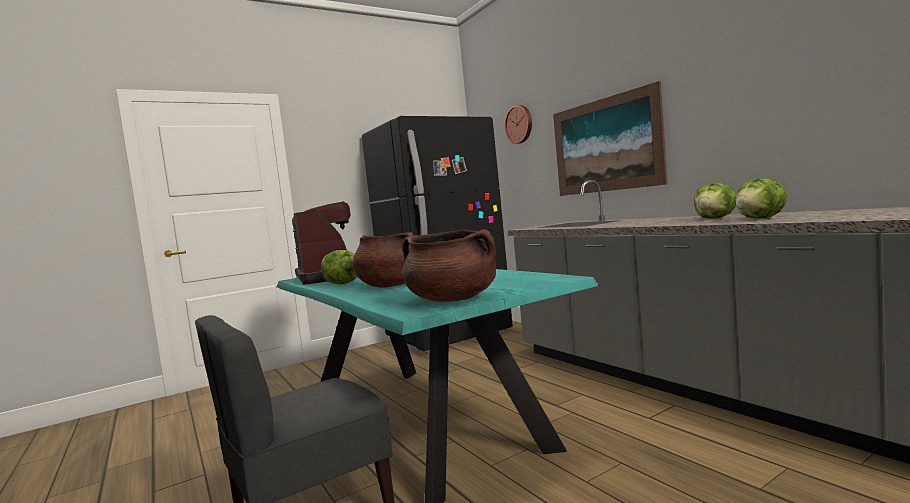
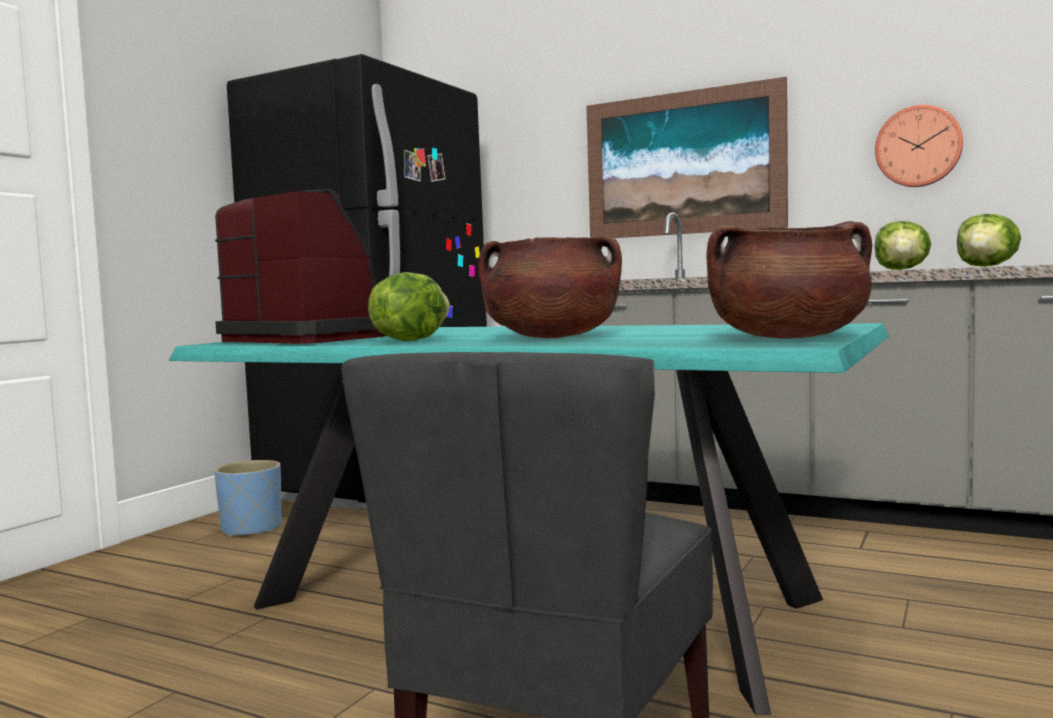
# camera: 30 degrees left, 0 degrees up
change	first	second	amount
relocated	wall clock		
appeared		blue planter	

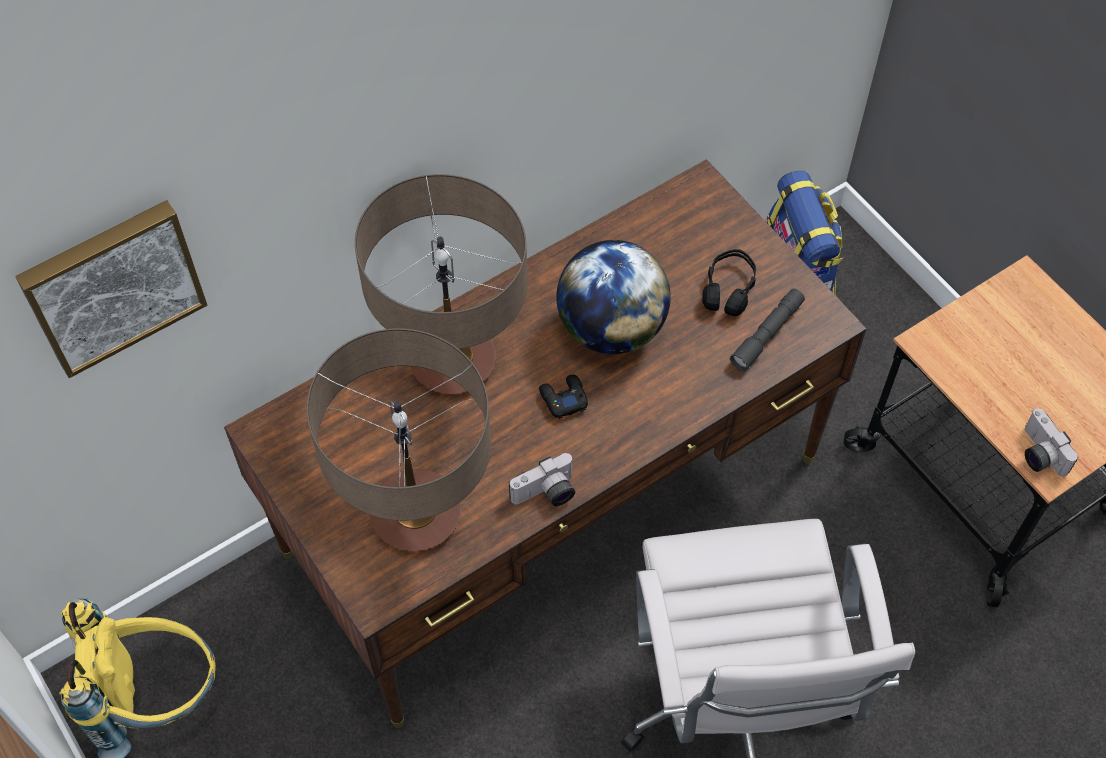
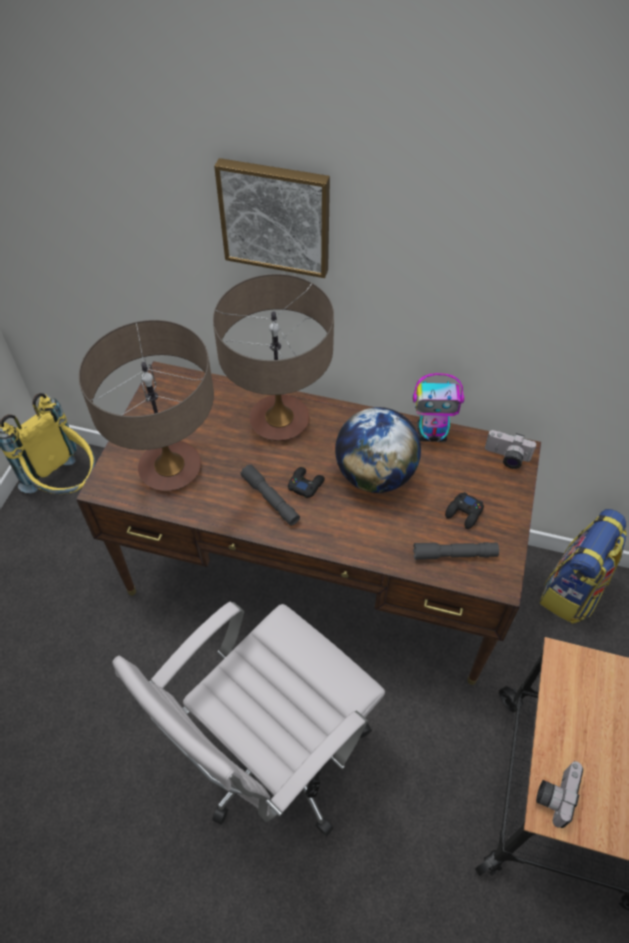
# camera: 50 degrees right, 5 degrees down
change	first	second	amount
relocated	picture		
relocated	photo camera (no. 1 from left)		
exchanged	black headphones	black game controller (no. 2 from left)	
appeared		grey flashlight (no. 1 from left)	
appeared		toy robot	

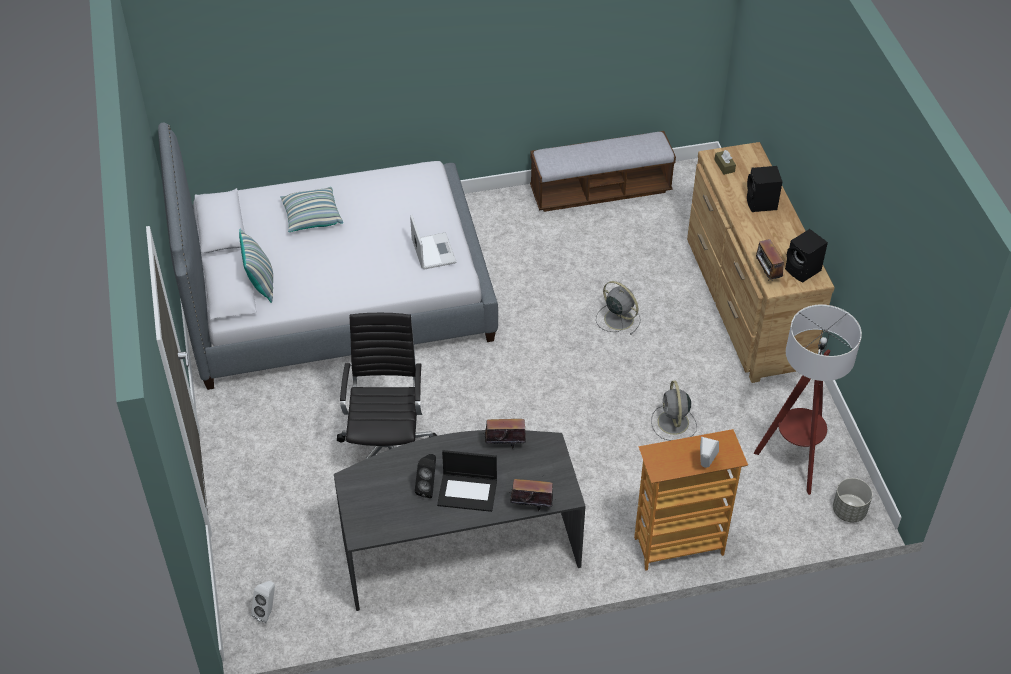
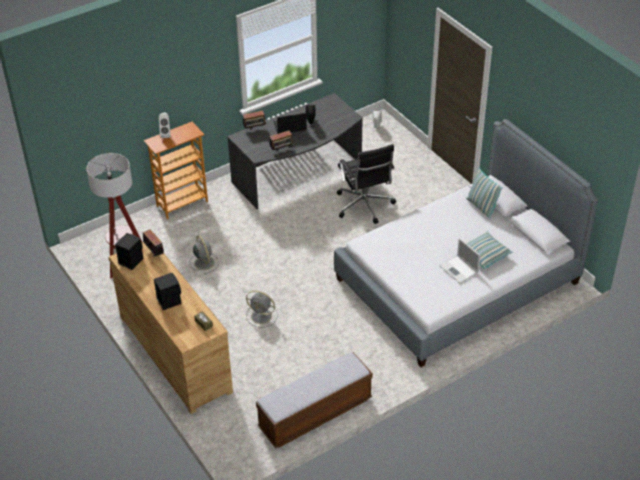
# camera: 160 degrees right, 5 degrees down
change	first	second	amount
relocated	laptop (no. 1 from left in the first image)	laptop (no. 2 from left)	
missing	grey planter		

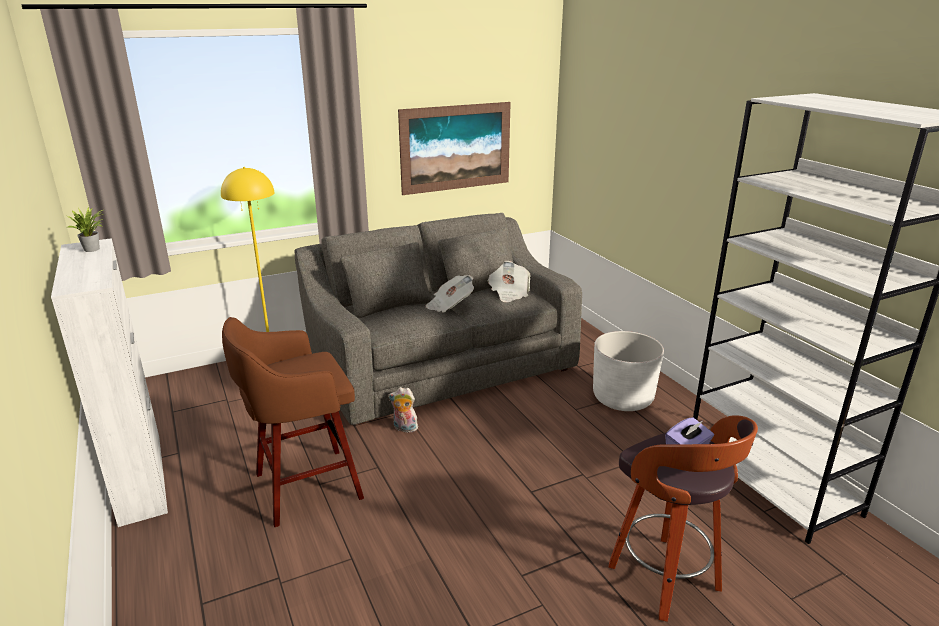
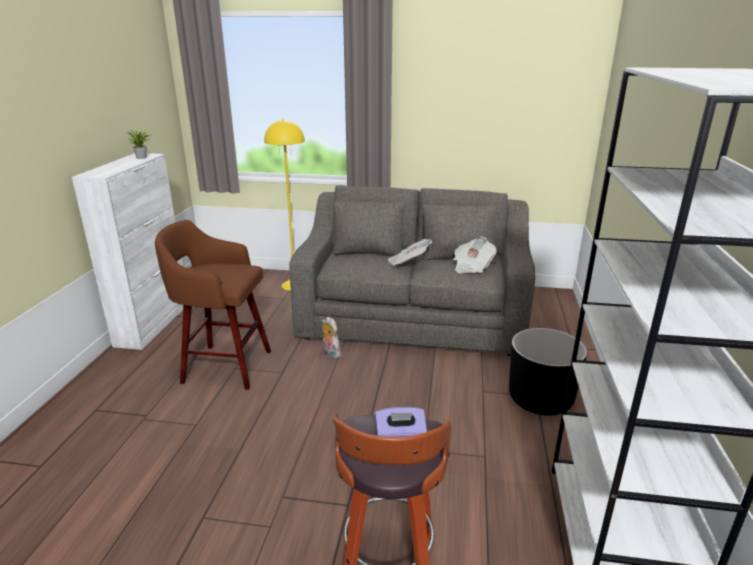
# camera: 35 degrees right, 0 degrees up
change	first	second	amount
missing	picture		
colour	white planter	black planter	

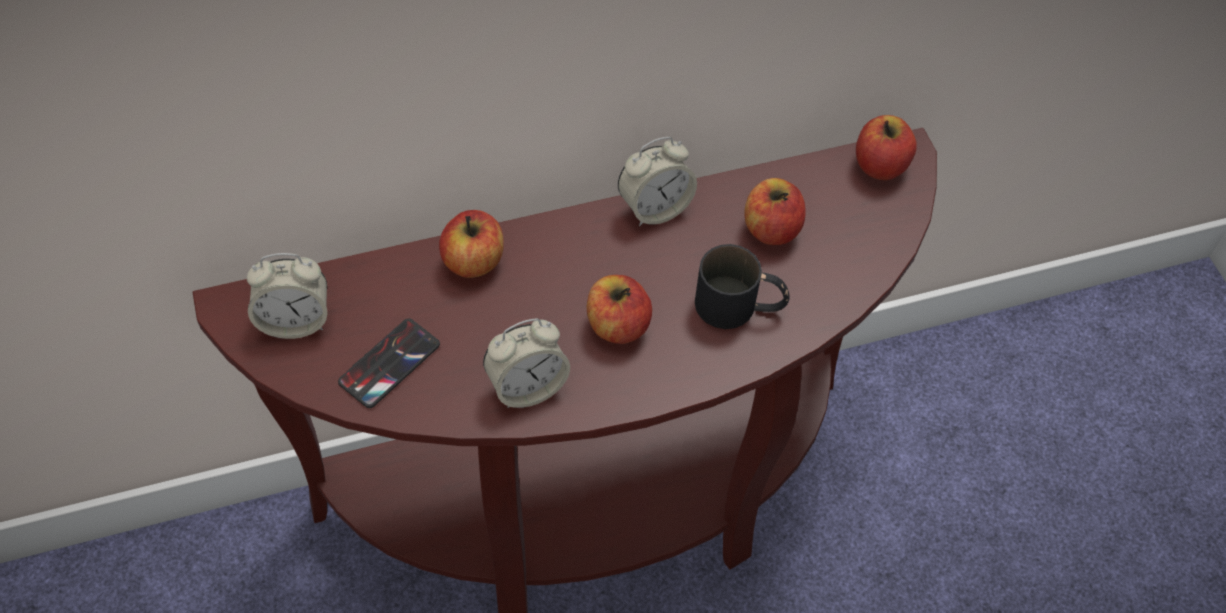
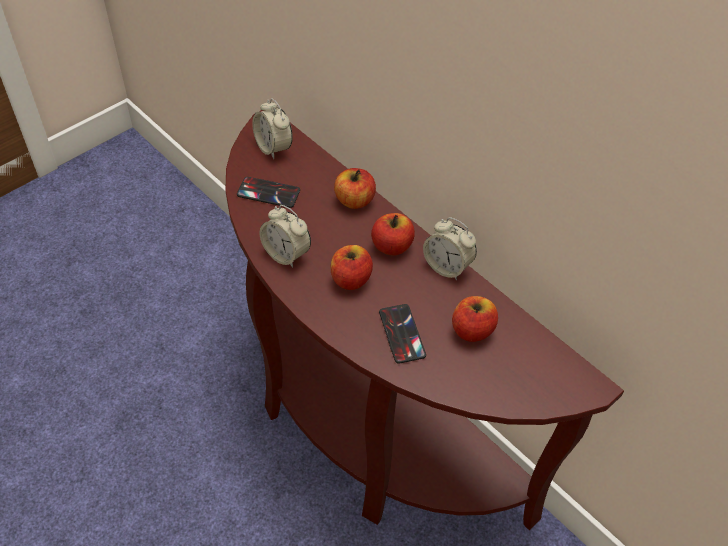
# camera: 65 degrees right, 5 degrees down
change	first	second	amount
exchanged	black mug	phone (no. 2 from left)	
relocated	apple (no. 4 from left in the first image)	apple (no. 3 from left)	

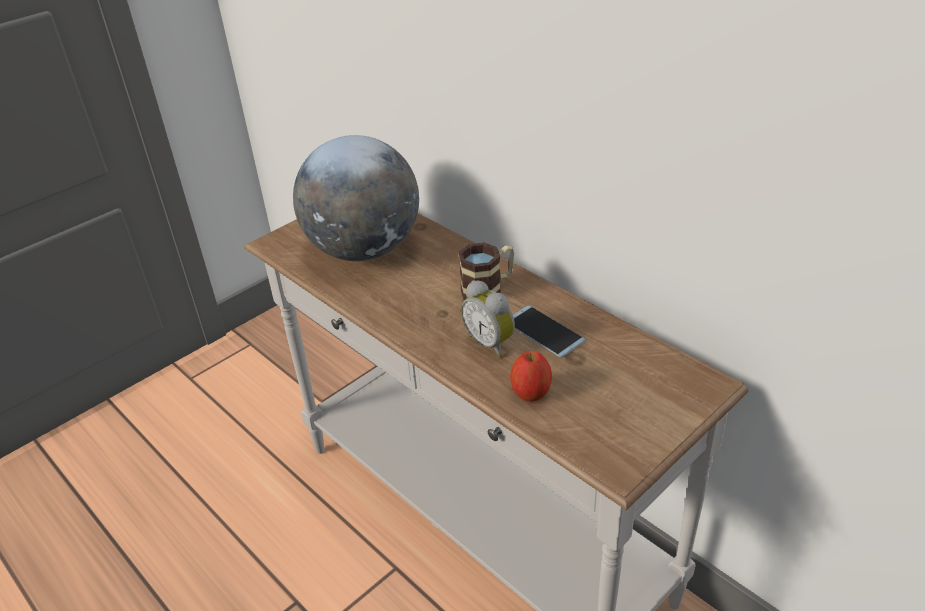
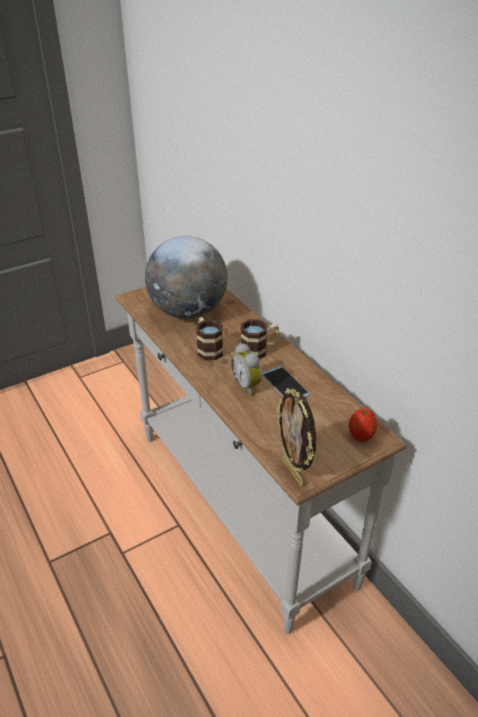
# camera: 10 degrees right, 0 degrees up
change	first	second	amount
relocated	apple		
appeared		mug (no. 1 from left)	
appeared		picture frame	

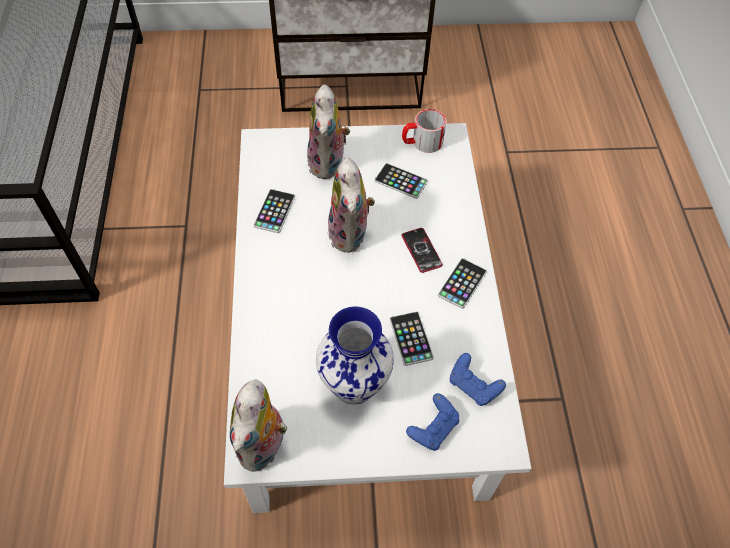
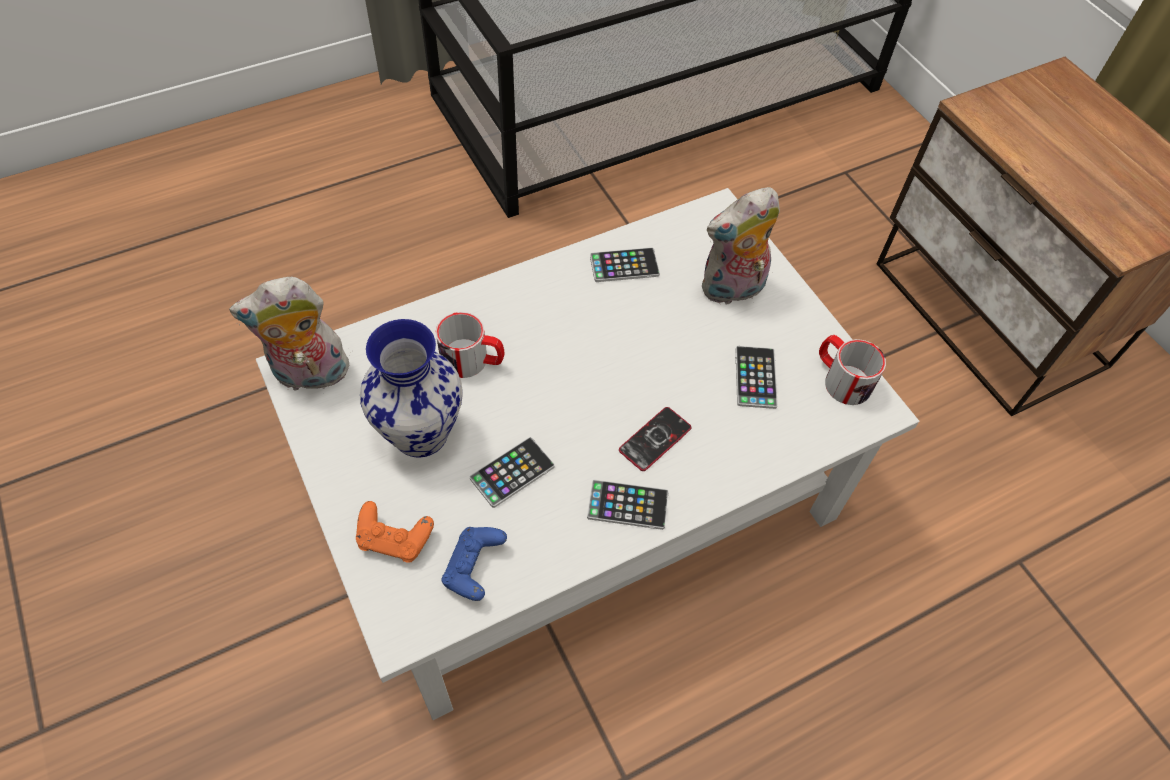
# camera: 65 degrees right, 0 degrees up
change	first	second	amount
missing	plush toy (no. 3 from left)		
colour	blue game controller (no. 1 from left)	orange game controller	
appeared		mug (no. 1 from left)	

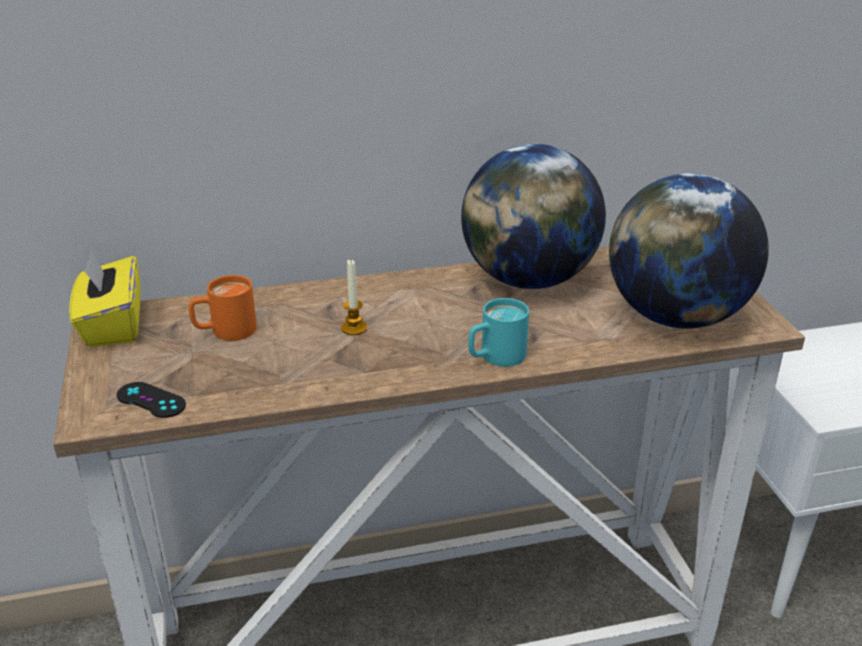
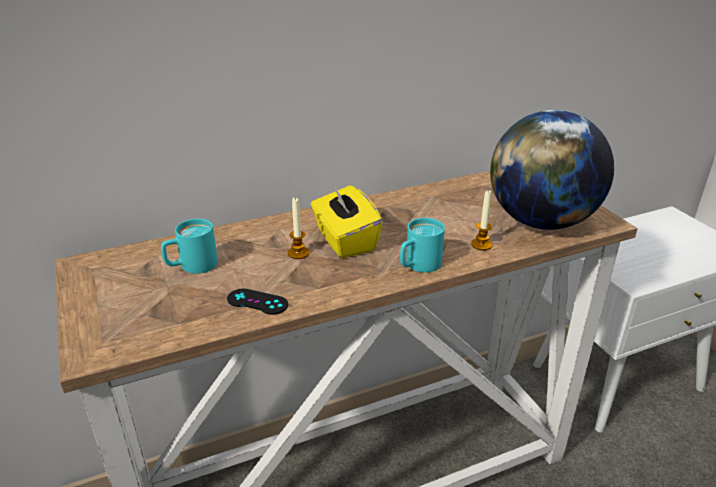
# camera: 10 degrees left, 0 degrees up
change	first	second	amount
relocated	yellow tissue box		
relocated	black game controller		
colour	orange mug	turquoise mug (no. 1 from left)	
missing	globe (no. 1 from left)		
appeared		candle (no. 2 from left)	

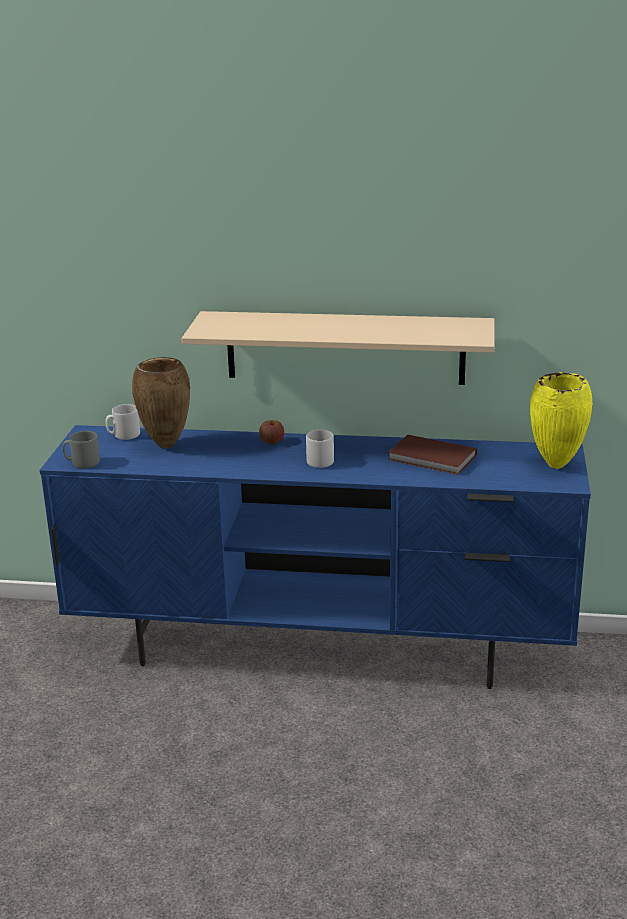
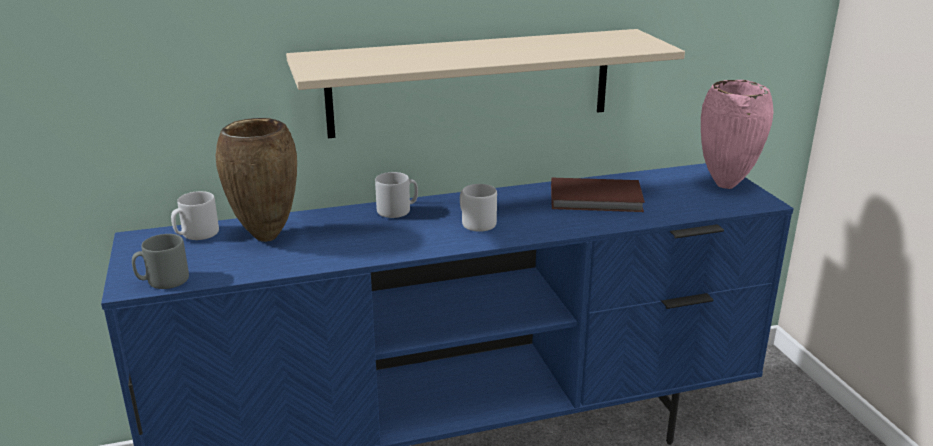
# camera: 25 degrees left, 0 degrees up
change	first	second	amount
exchanged	apple	grey mug (no. 3 from left)	
colour	yellow vase	pink vase	

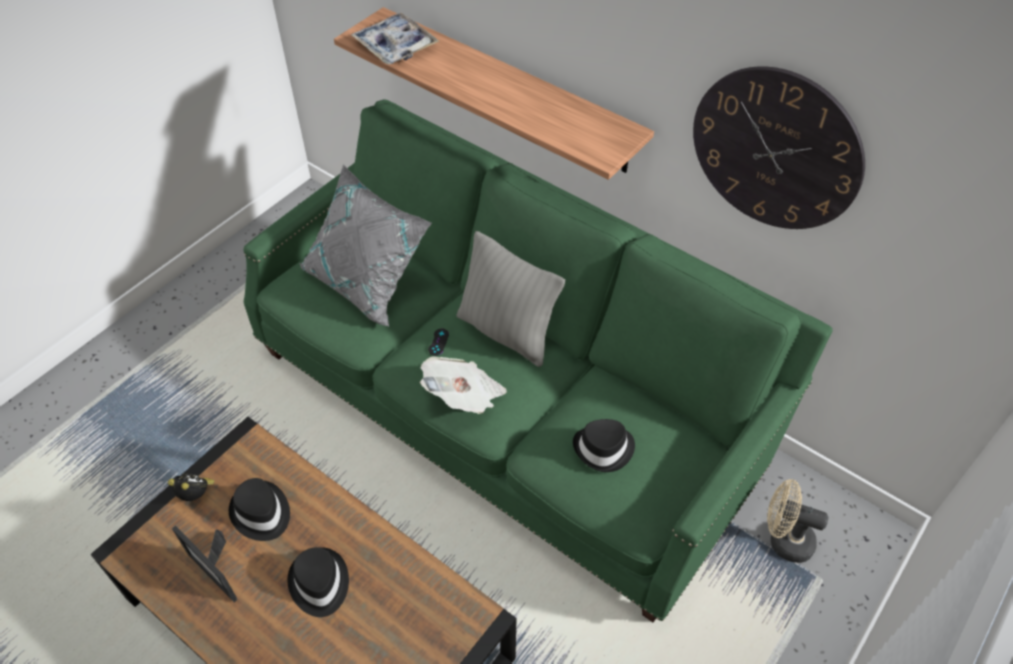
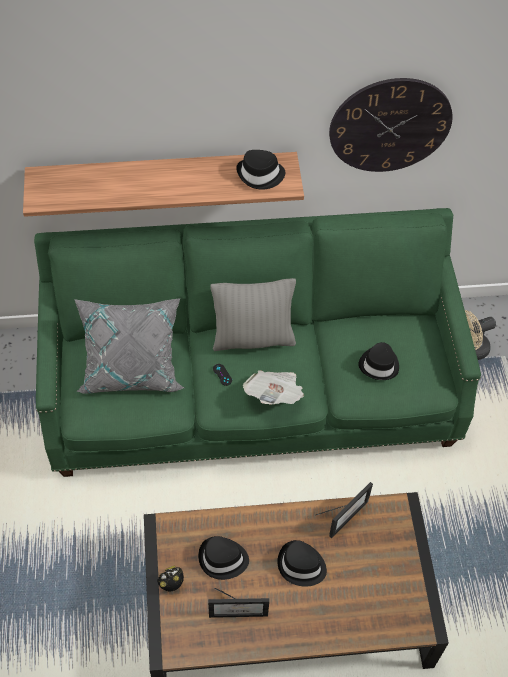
# camera: 45 degrees left, 5 degrees up
change	first	second	amount
missing	tray		
appeared		black hat (no. 2 from left)	
appeared		picture frame (no. 2 from left)	

